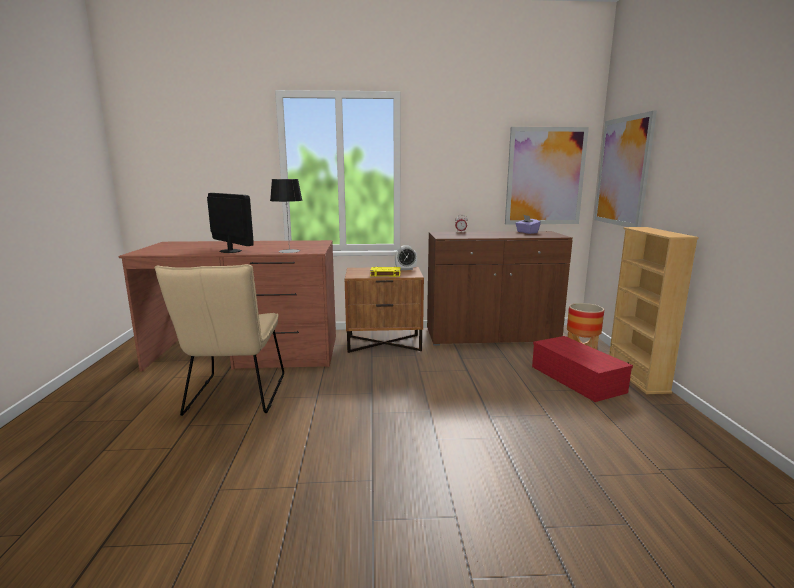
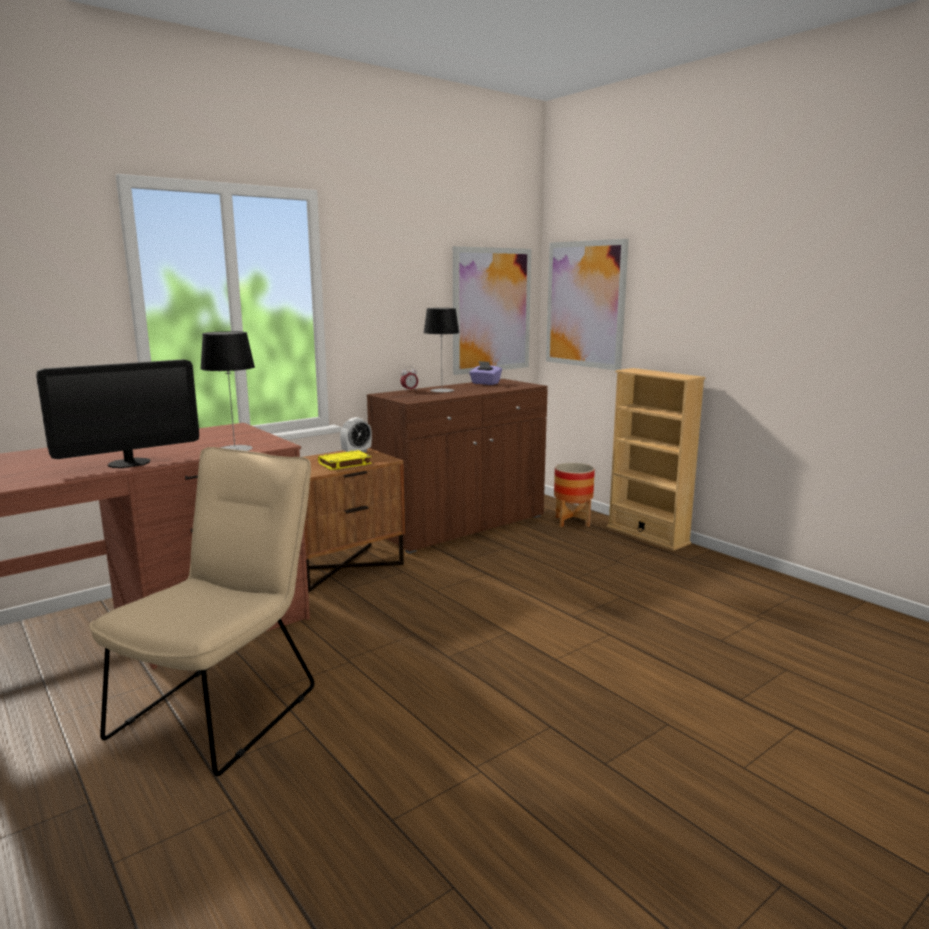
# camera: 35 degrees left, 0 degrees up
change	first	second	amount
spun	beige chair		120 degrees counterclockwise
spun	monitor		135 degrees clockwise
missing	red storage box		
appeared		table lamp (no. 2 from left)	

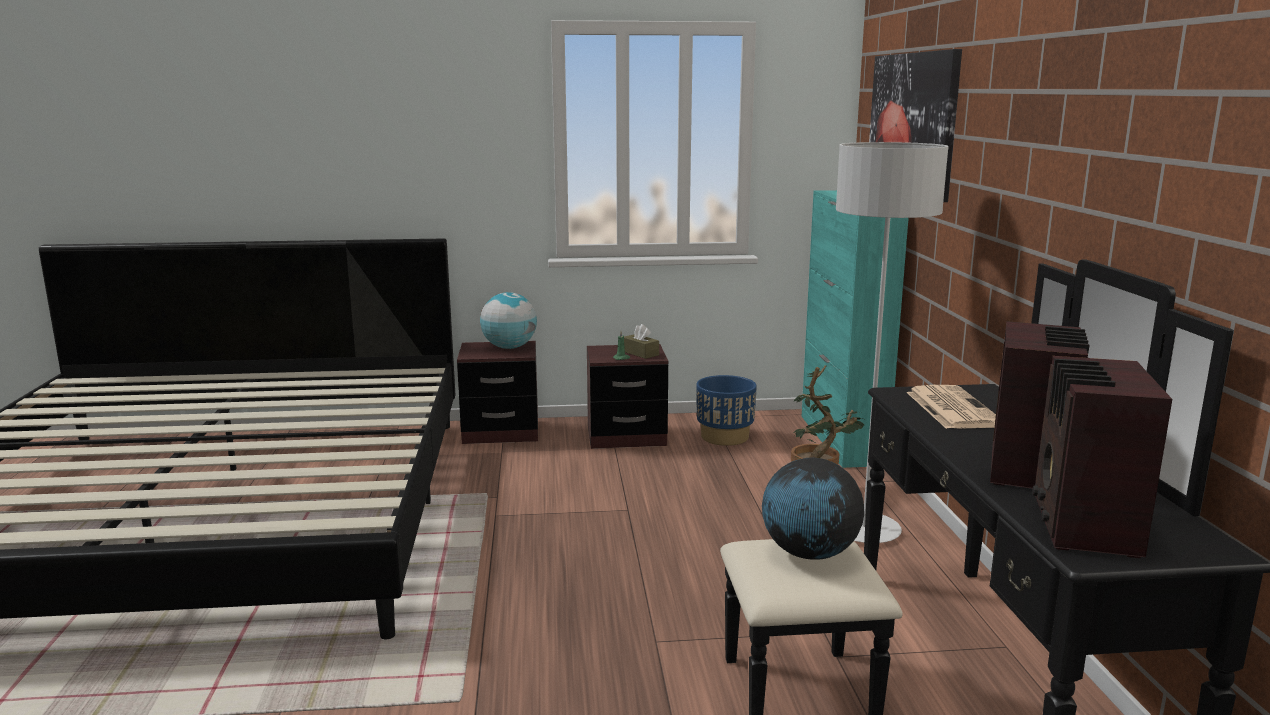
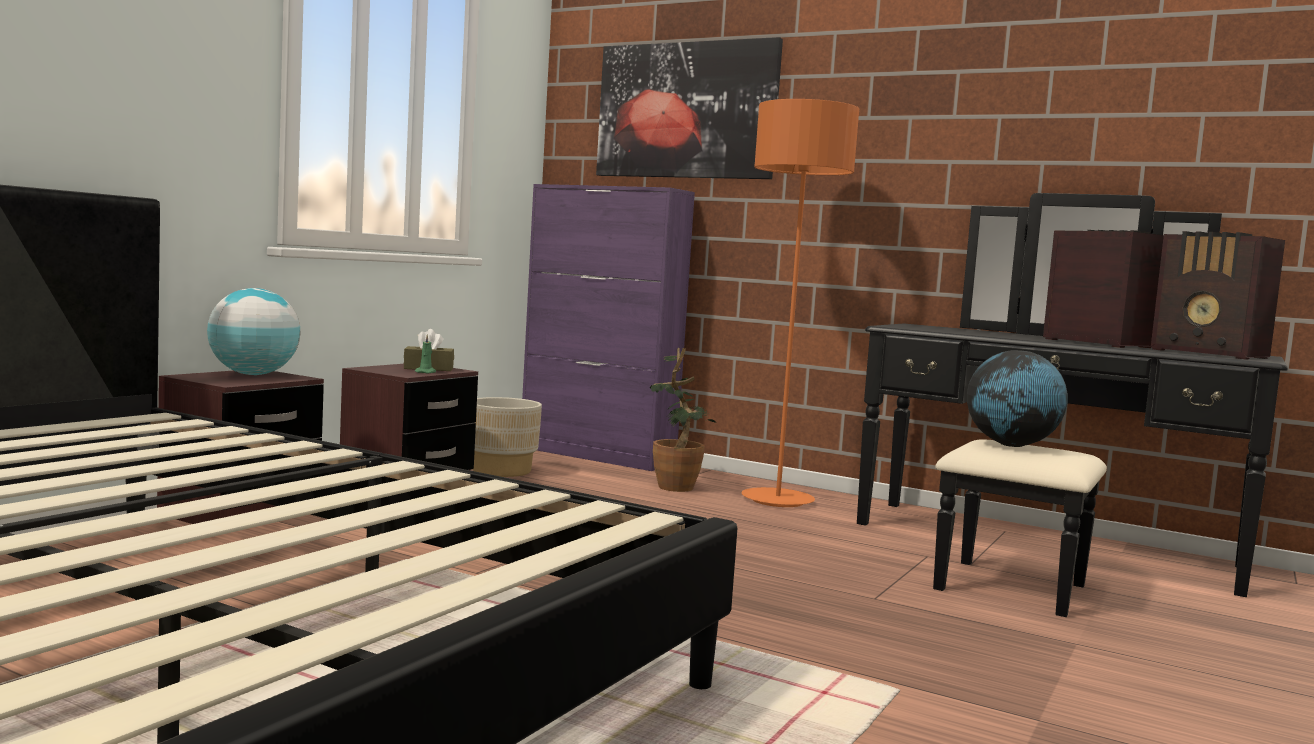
# camera: 55 degrees left, 10 degrees down
change	first	second	amount
colour	blue planter	beige planter	
colour	turquoise cabinet	purple cabinet	
colour	grey floor lamp	orange floor lamp	
missing	newspaper		

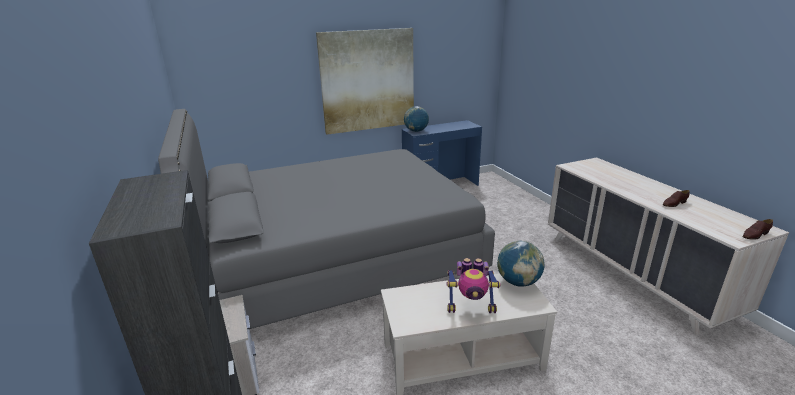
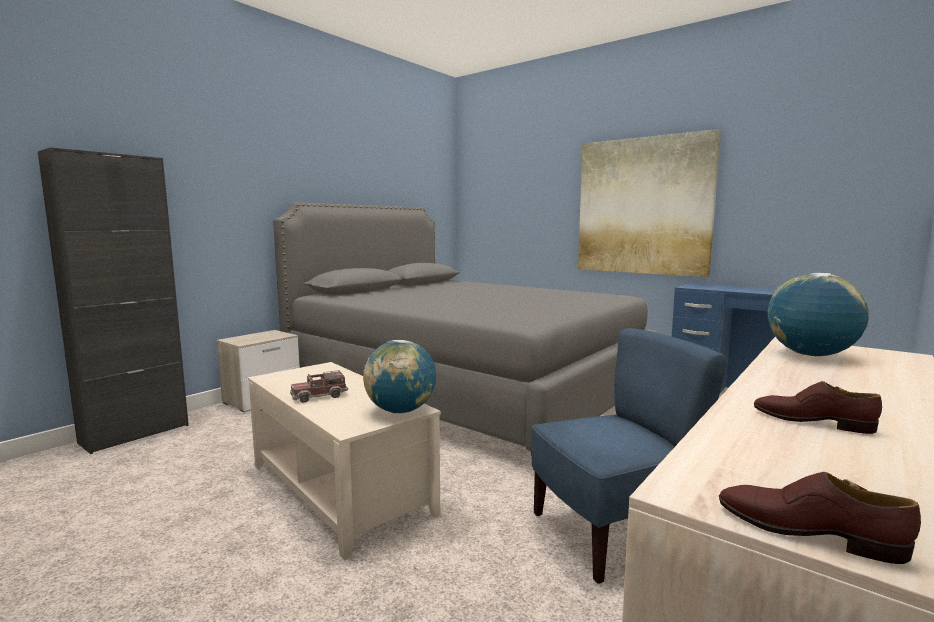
# camera: 60 degrees right, 15 degrees down
change	first	second	amount
relocated	globe (no. 1 from left in the first image)	globe (no. 2 from left)	
exchanged	toy robot	toy truck	
appeared		blue chair	

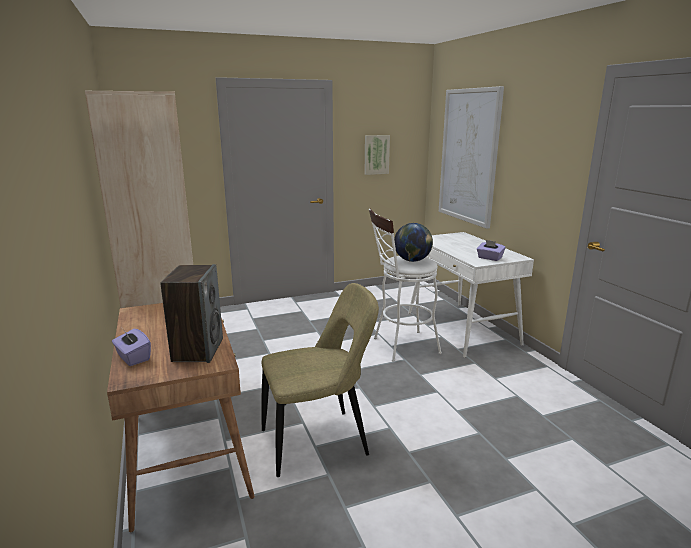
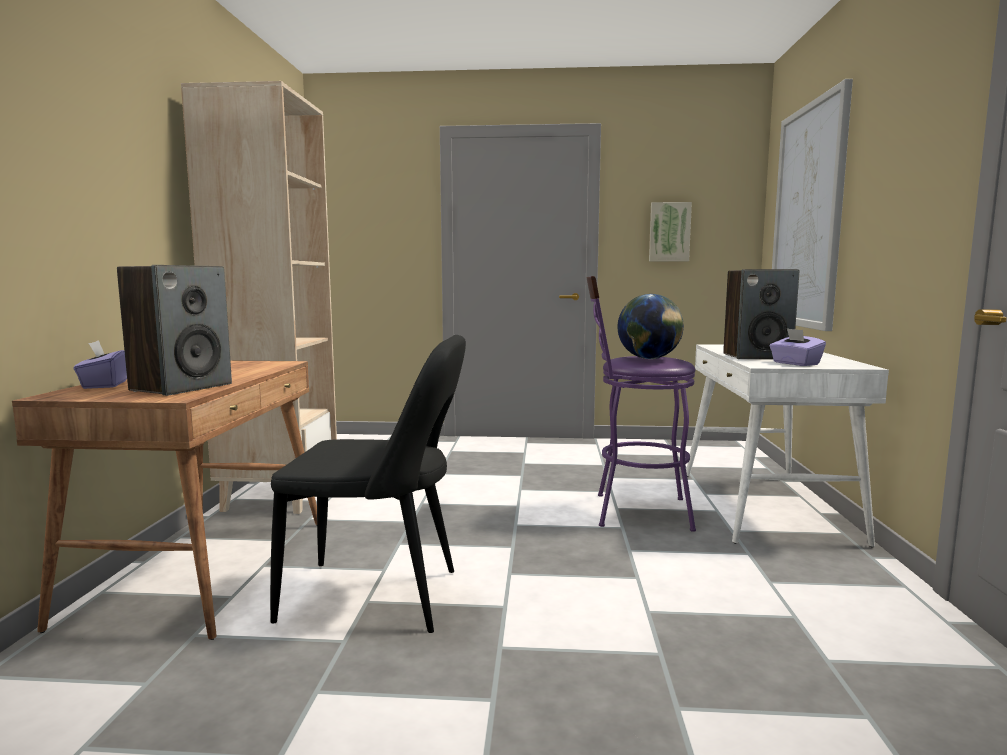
# camera: 25 degrees right, 10 degrees down
change	first	second	amount
colour	beige chair	black chair	
colour	white stool	purple stool	
appeared		speaker (no. 2 from left)	

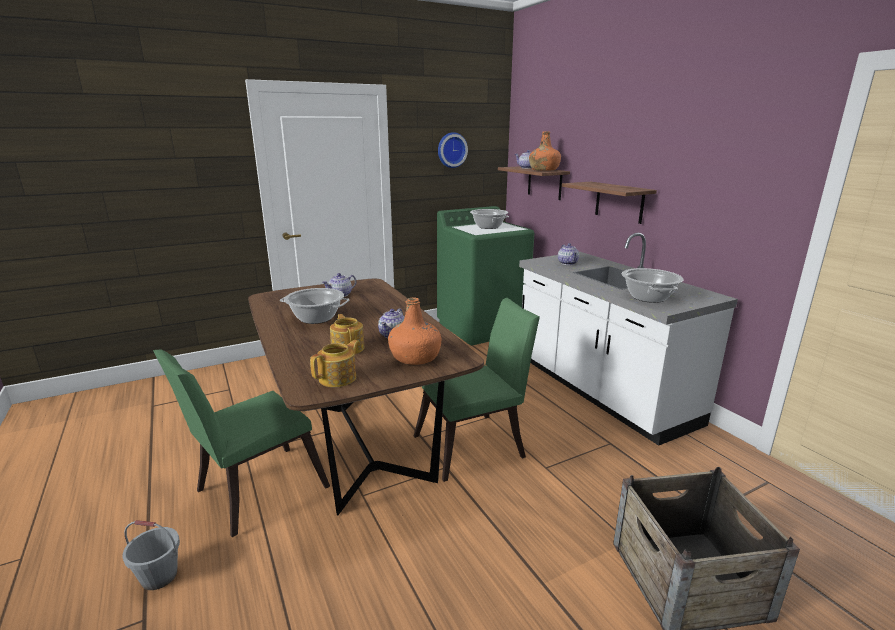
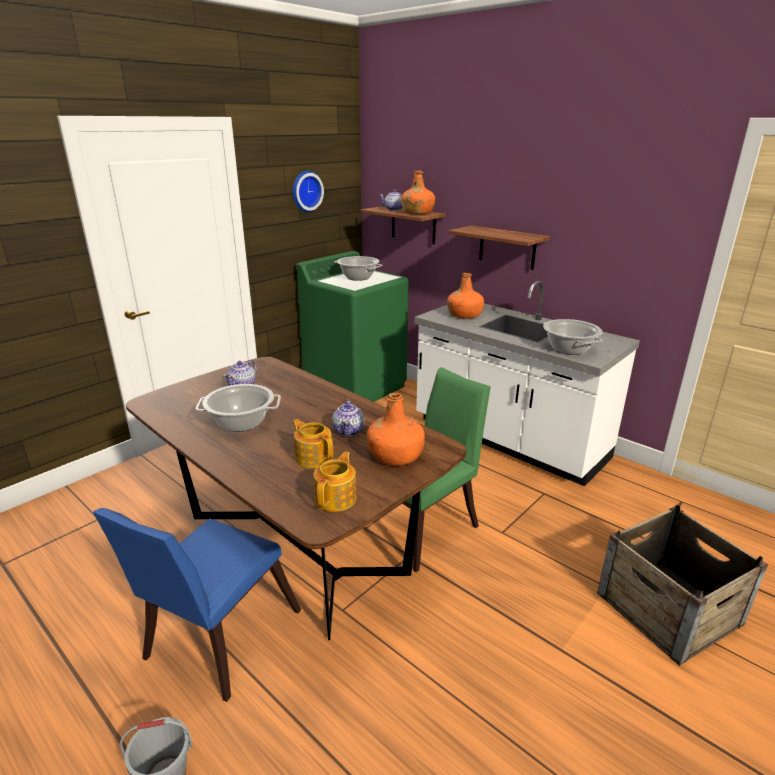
# camera: 20 degrees left, 5 degrees up
change	first	second	amount
colour	green chair (no. 1 from left)	blue chair	
exchanged	teapot (no. 6 from left)	orange bottle (no. 3 from left)	

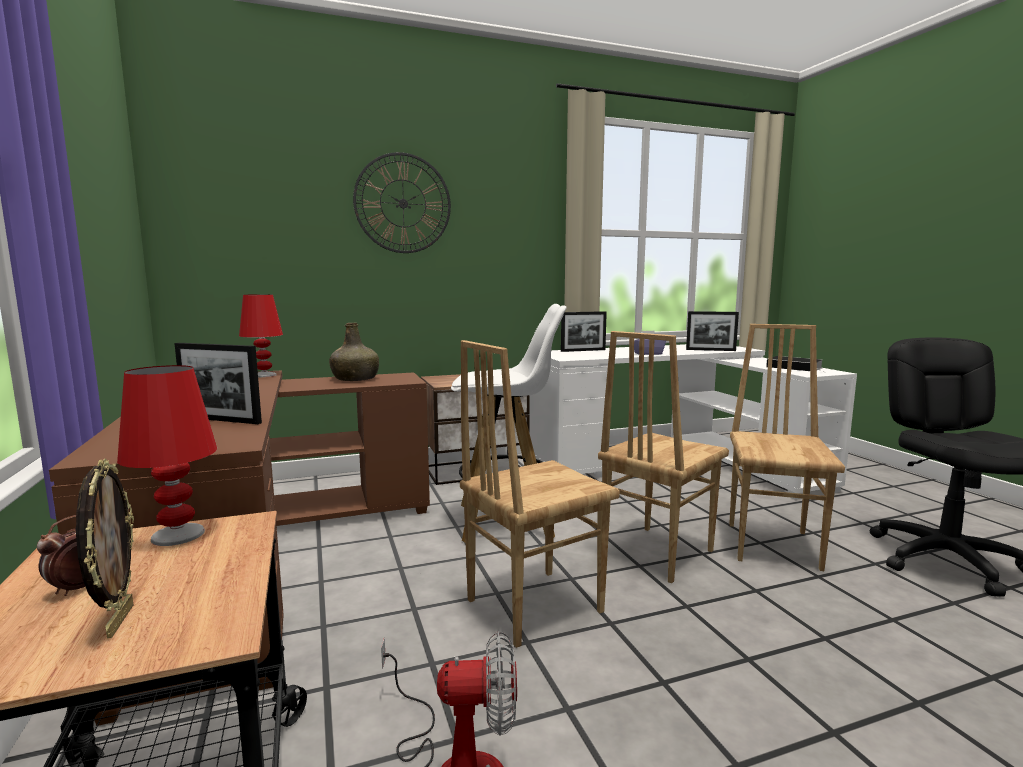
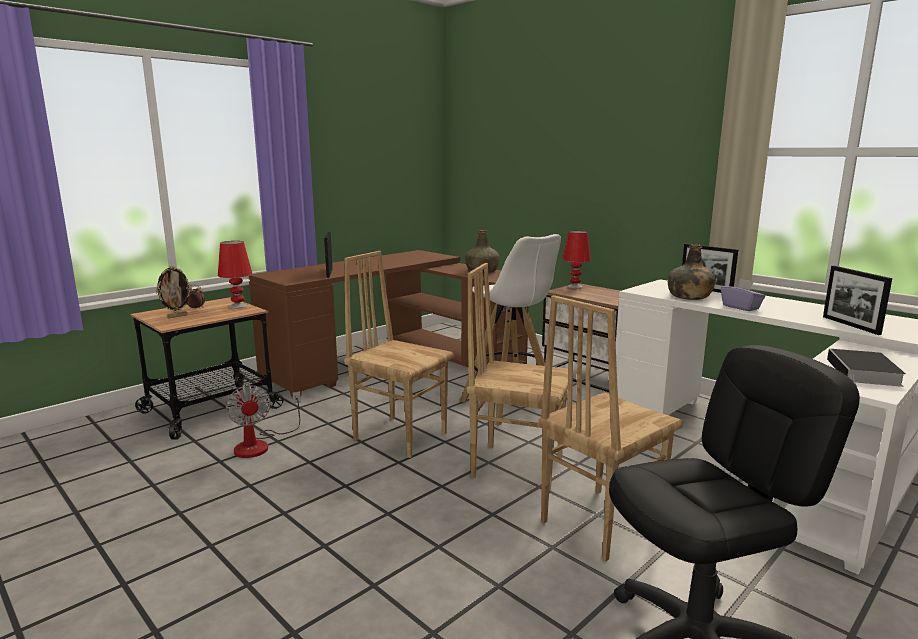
# camera: 65 degrees right, 5 degrees up
change	first	second	amount
relocated	red table lamp (no. 2 from left)		
missing	wall clock		
spun	brown chair (no. 3 from left)		150 degrees clockwise
appeared		green bottle (no. 2 from left)	

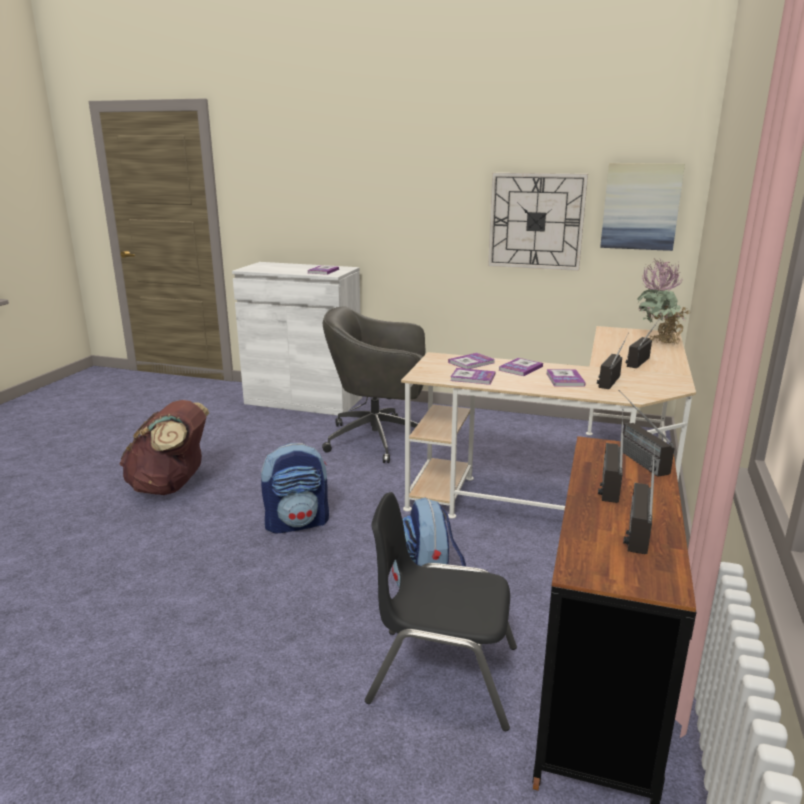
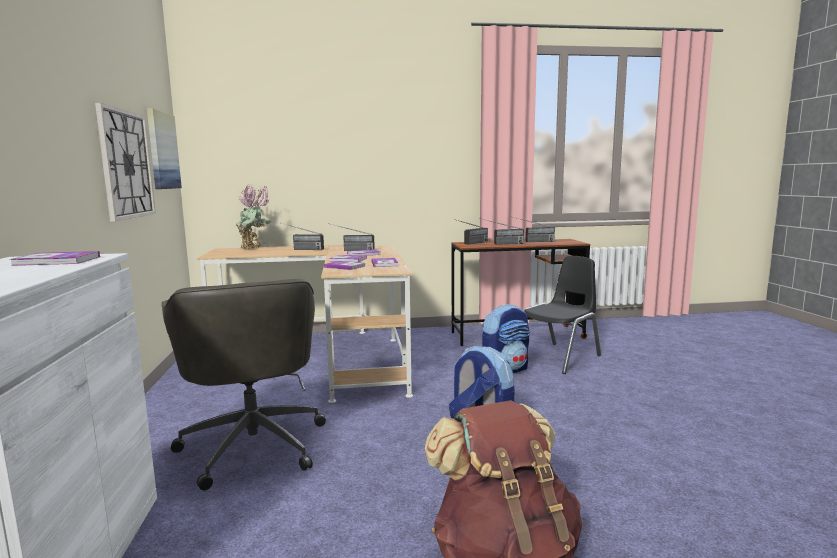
# camera: 115 degrees left, 10 degrees down
change	first	second	amount
spun	black chair		120 degrees counterclockwise

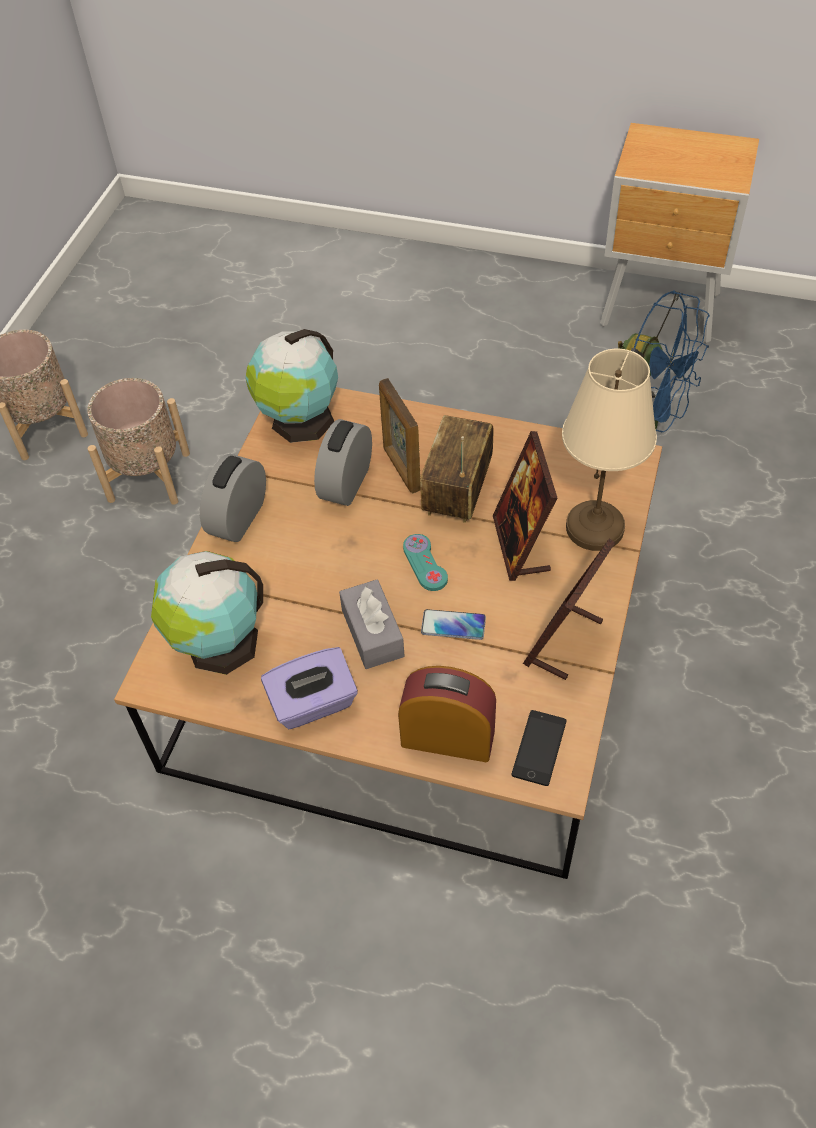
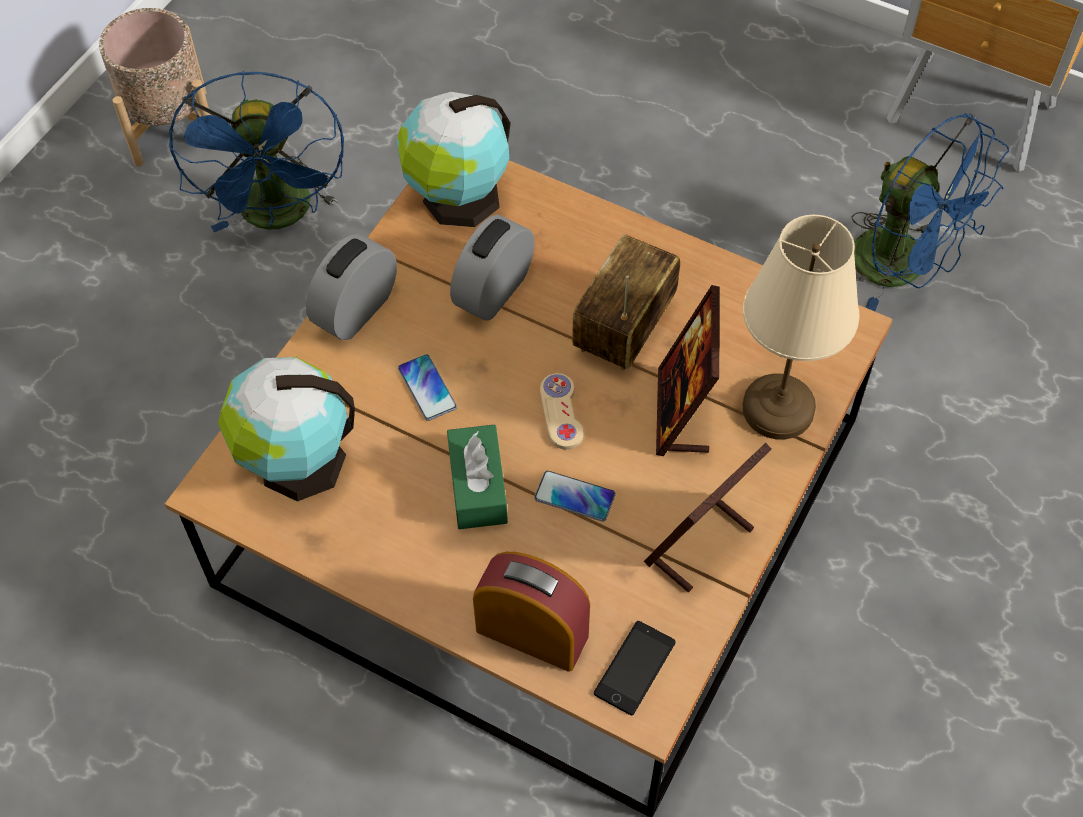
# camera: 10 degrees right, 5 degrees up
change	first	second	amount
exchanged	beige planter (no. 2 from left)	blue fan (no. 1 from left)	
missing	purple tissue box		
colour	grey tissue box	green tissue box	
missing	picture frame (no. 1 from left)		
colour	turquoise game controller	beige game controller	
appeared		phone (no. 1 from left)	

